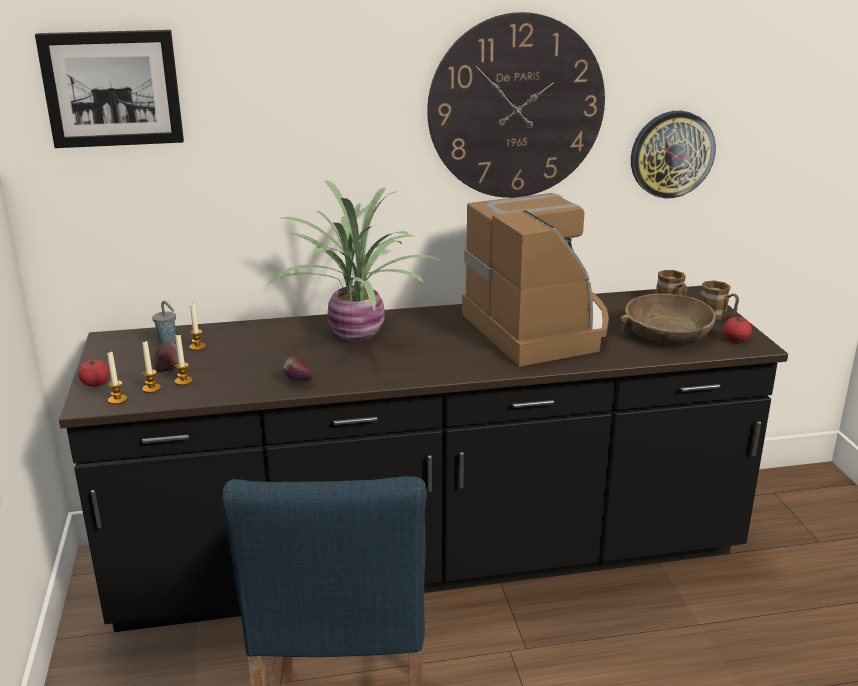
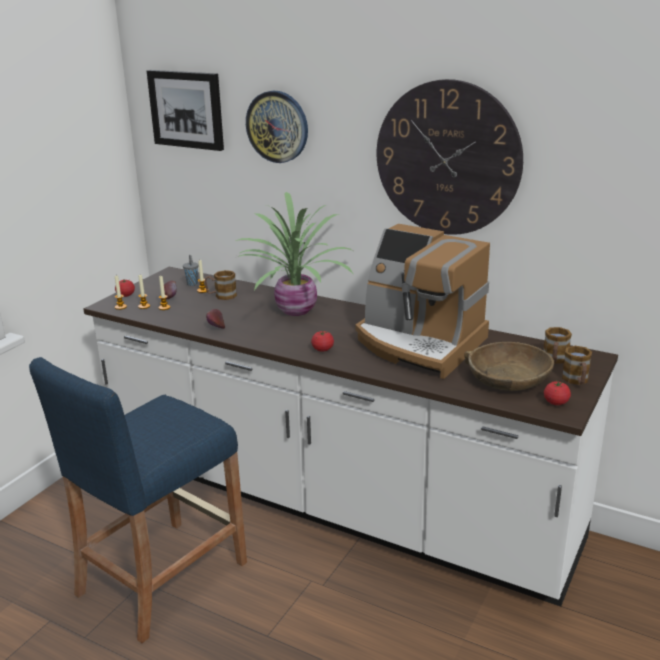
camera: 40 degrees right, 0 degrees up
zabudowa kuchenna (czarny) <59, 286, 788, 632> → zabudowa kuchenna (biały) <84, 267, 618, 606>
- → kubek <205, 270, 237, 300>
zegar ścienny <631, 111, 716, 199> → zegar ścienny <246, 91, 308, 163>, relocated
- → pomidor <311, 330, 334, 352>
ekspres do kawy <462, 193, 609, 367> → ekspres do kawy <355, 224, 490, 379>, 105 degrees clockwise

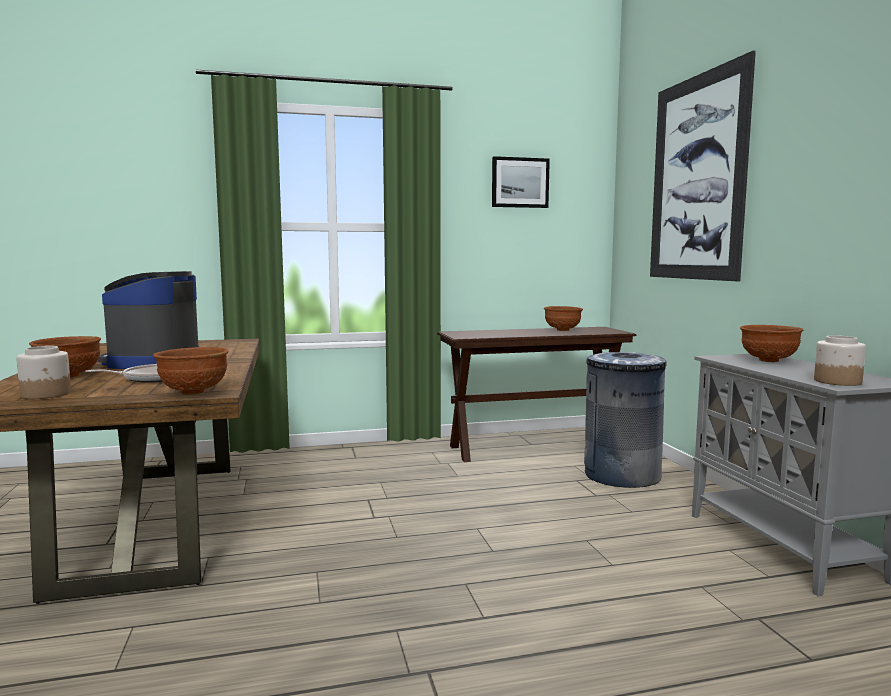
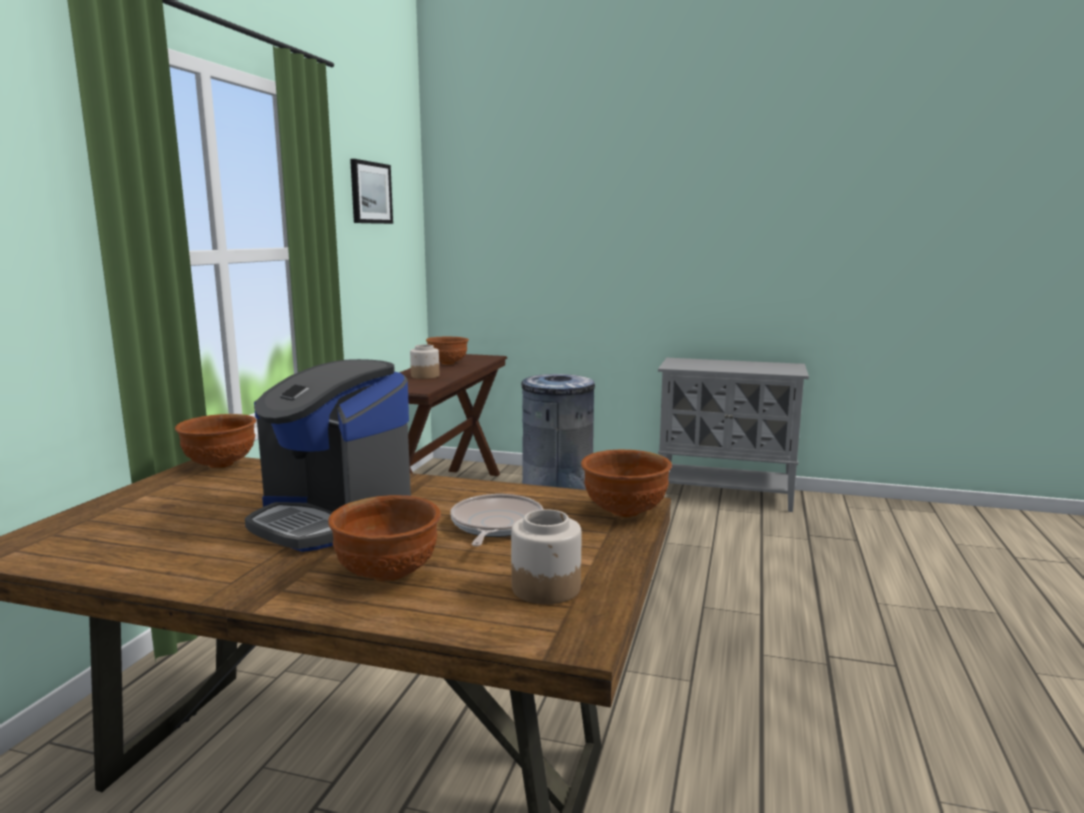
camera: 60 degrees left, 5 degrees up
miska (brązowy) <740, 325, 803, 362> → miska (brązowy) <175, 414, 256, 469>, relocated
słoik <814, 335, 866, 386> → słoik <410, 344, 439, 379>, relocated
obraz <650, 51, 756, 281> → -

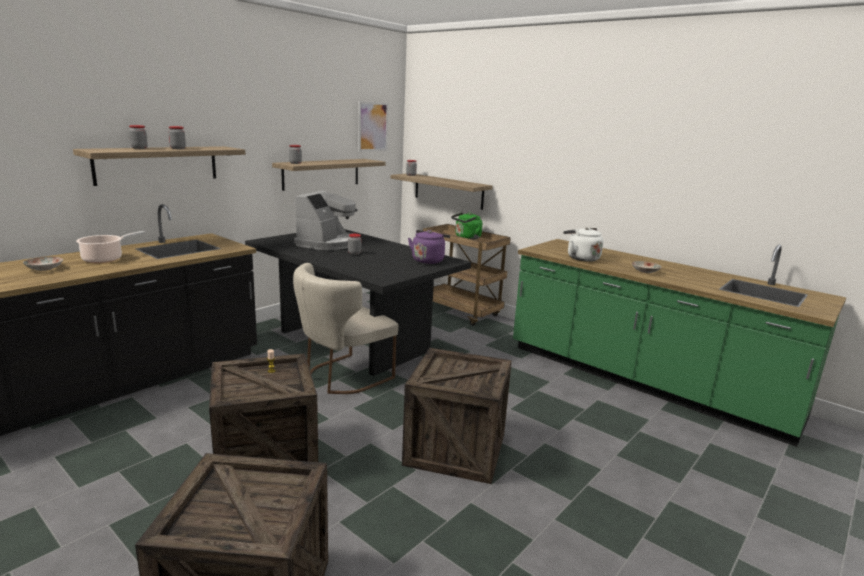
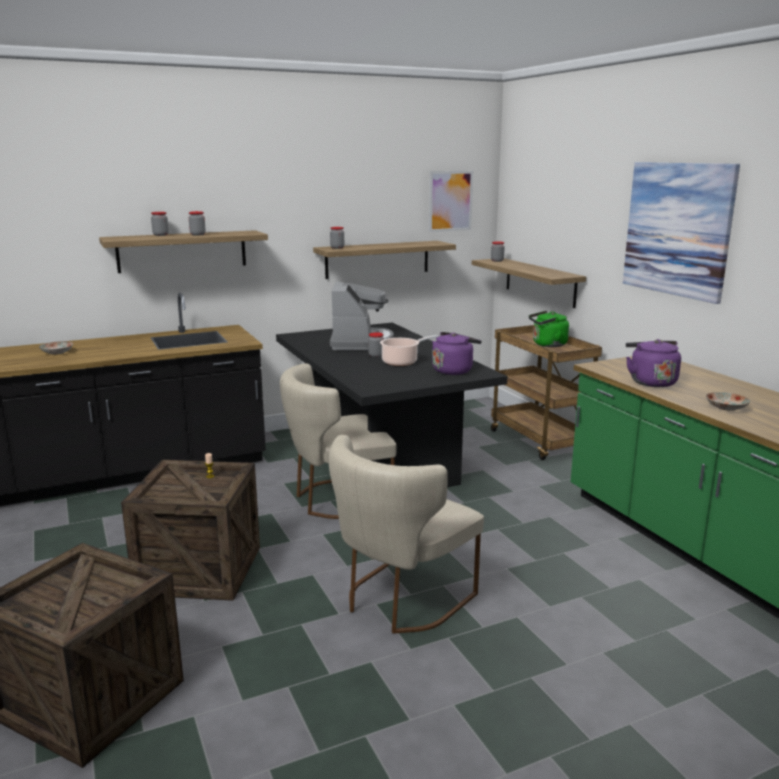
camera: 25 degrees right, 0 degrees up
skrzynka <402, 348, 512, 484> → krzesło (beżowy) <329, 435, 484, 634>
ekspres do kawy <294, 190, 358, 250> → ekspres do kawy <330, 281, 394, 350>, 45 degrees counterclockwise
garnek <76, 231, 145, 263> → garnek <380, 335, 438, 366>, relocated
- → obraz <623, 162, 740, 304>
czajnik (biały) <563, 227, 603, 262> → czajnik (fioletowy) <626, 339, 681, 387>

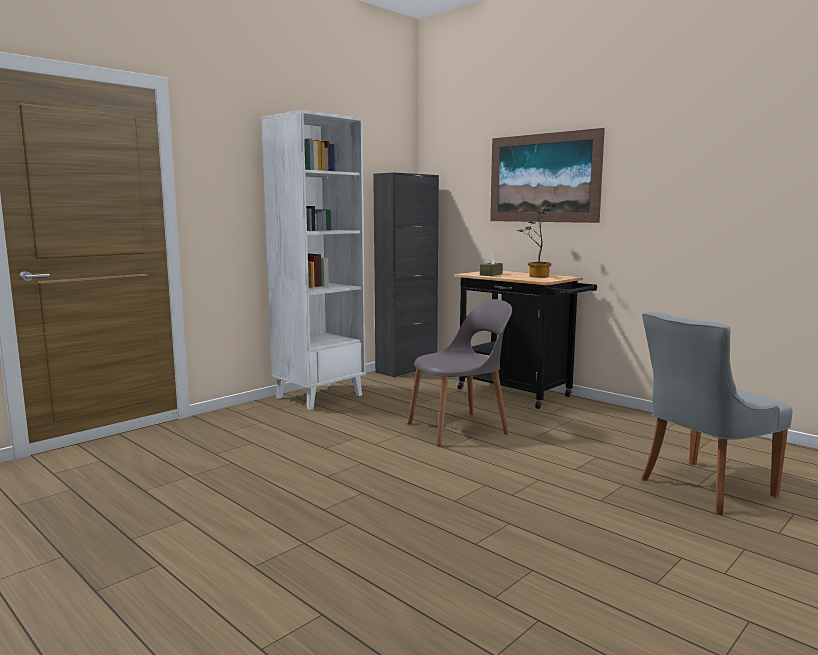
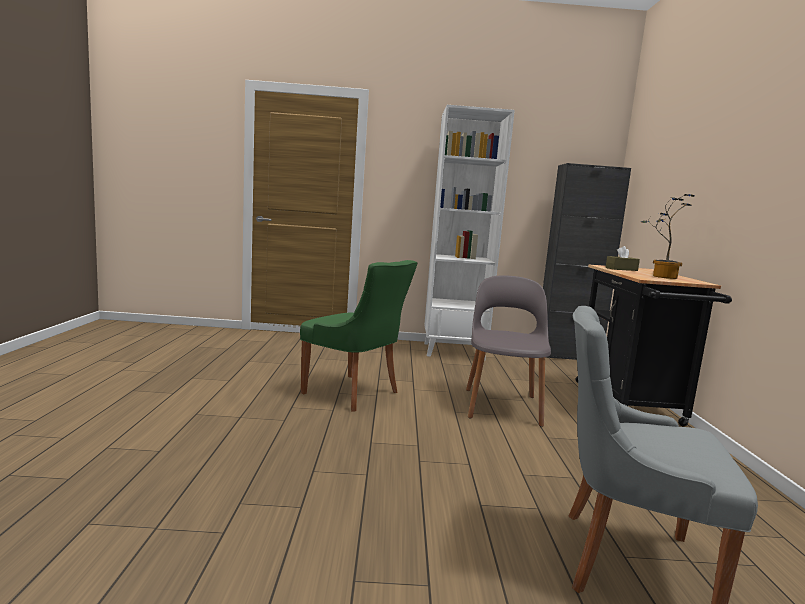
camera: 45 degrees right, 0 degrees up
- → krzesło (zielony) <300, 260, 417, 411>
krzesło (szary) <408, 299, 512, 446> → krzesło (szary) <466, 275, 551, 427>, 105 degrees counterclockwise
obraz <490, 128, 605, 223> → -

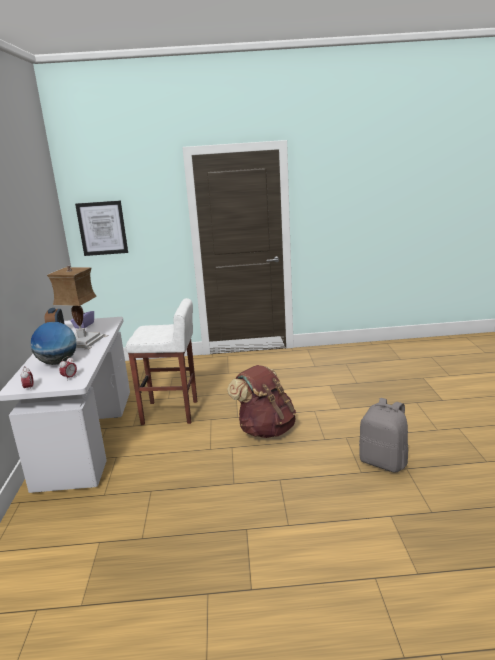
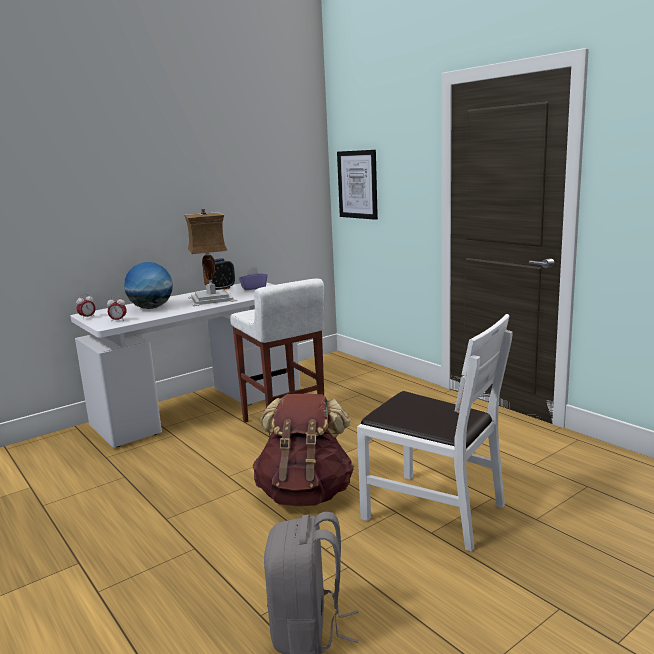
camera: 55 degrees right, 5 degrees down
- → krzesło (biały) <357, 314, 512, 552>

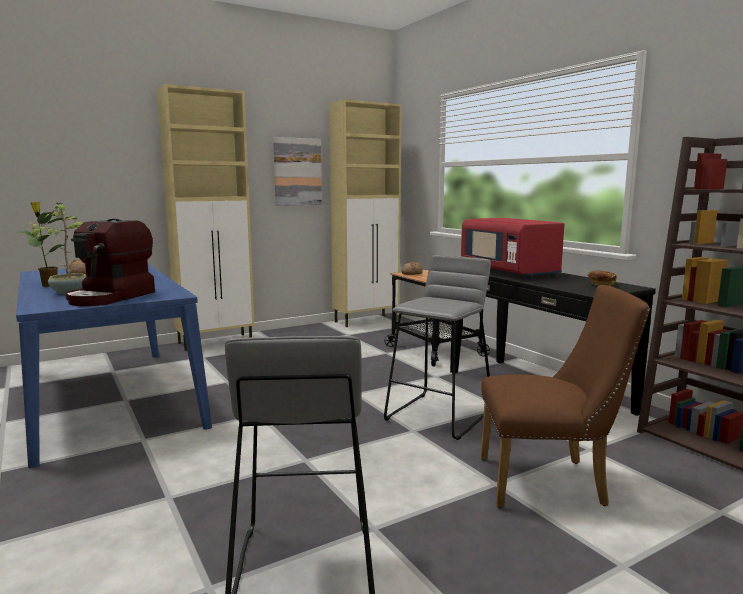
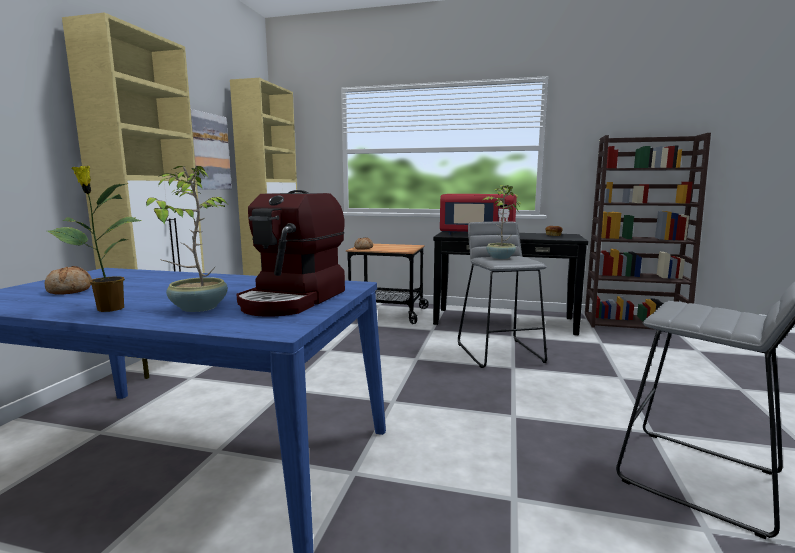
camera: 45 degrees left, 0 degrees up
ekspres do kawy <65, 219, 155, 306> → ekspres do kawy <236, 190, 345, 317>, 45 degrees clockwise
- → roślina doniczkowa <483, 185, 521, 259>
krzesło (brązowy) <481, 285, 650, 508> → -

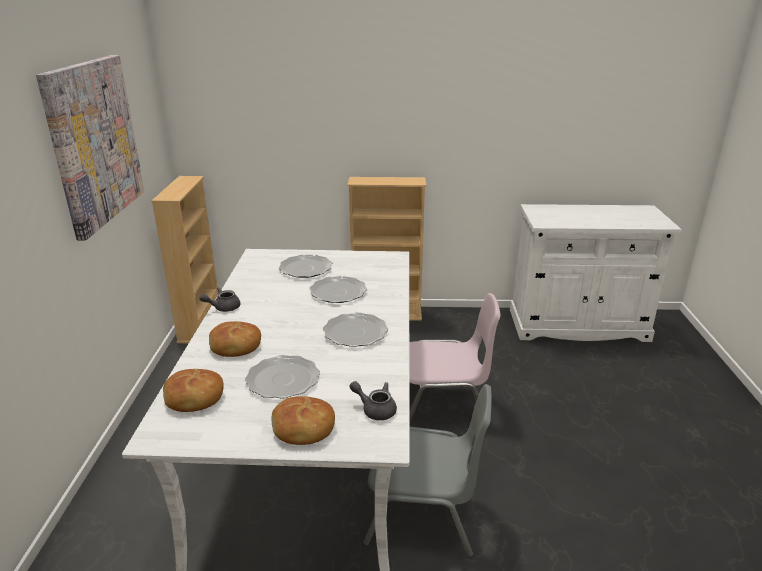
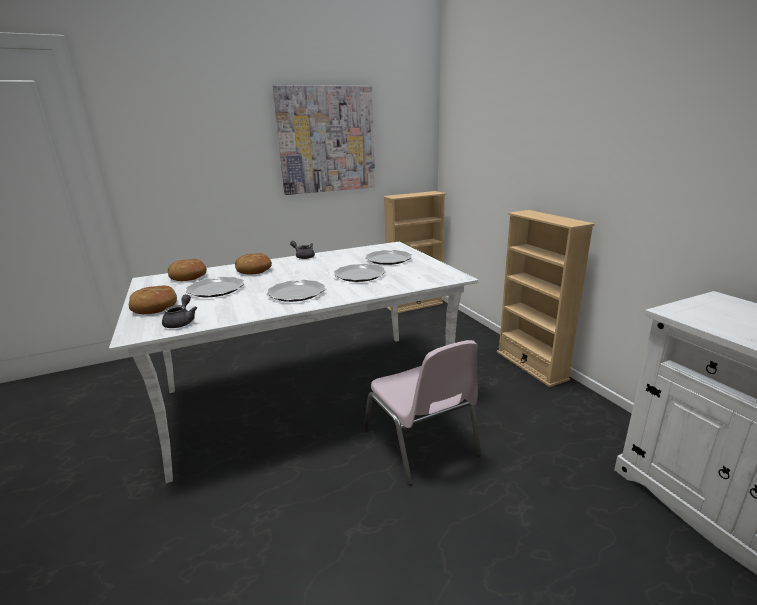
camera: 65 degrees right, 5 degrees down
krzesło (szary) <363, 384, 491, 557> → -

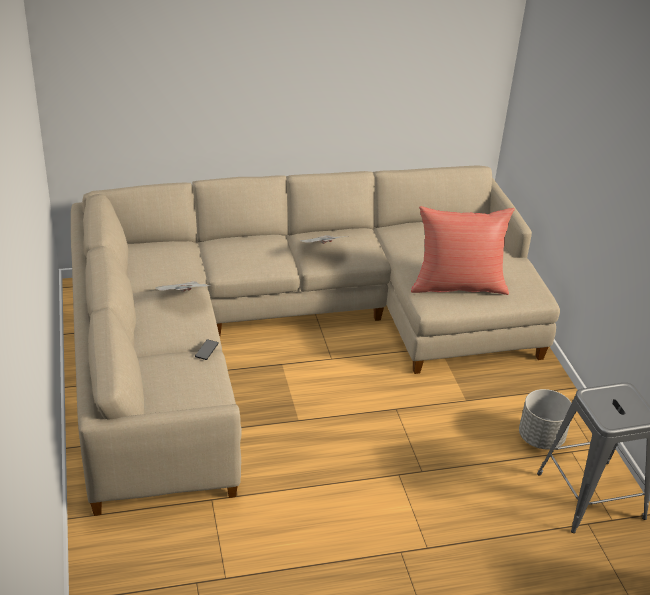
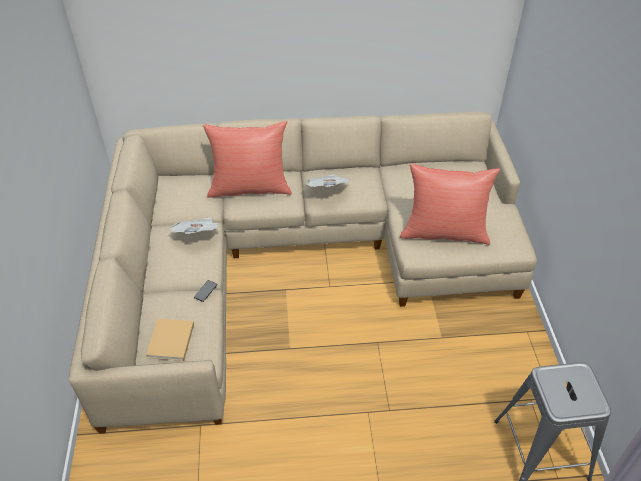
camera: 10 degrees right, 10 degrees up
- → książka (beżowy) <146, 318, 194, 361>
- → poduszka (czerwony) <203, 121, 292, 198>
donica (szary) <519, 389, 571, 449> → -

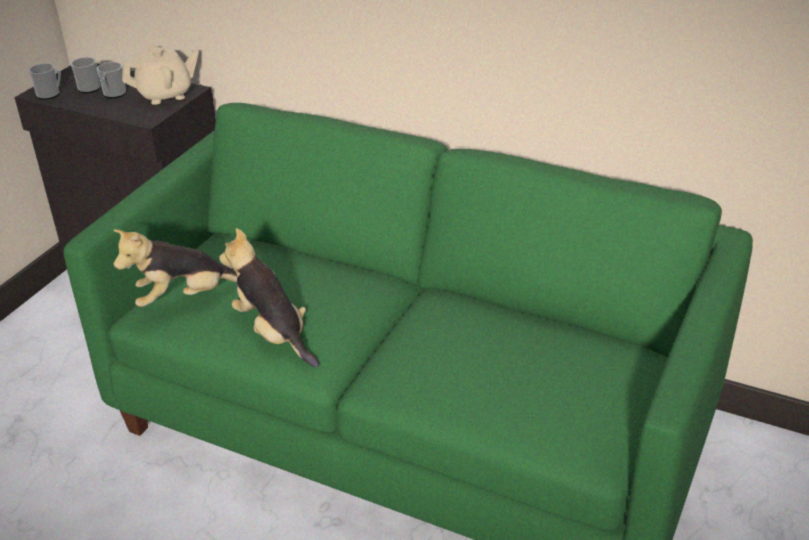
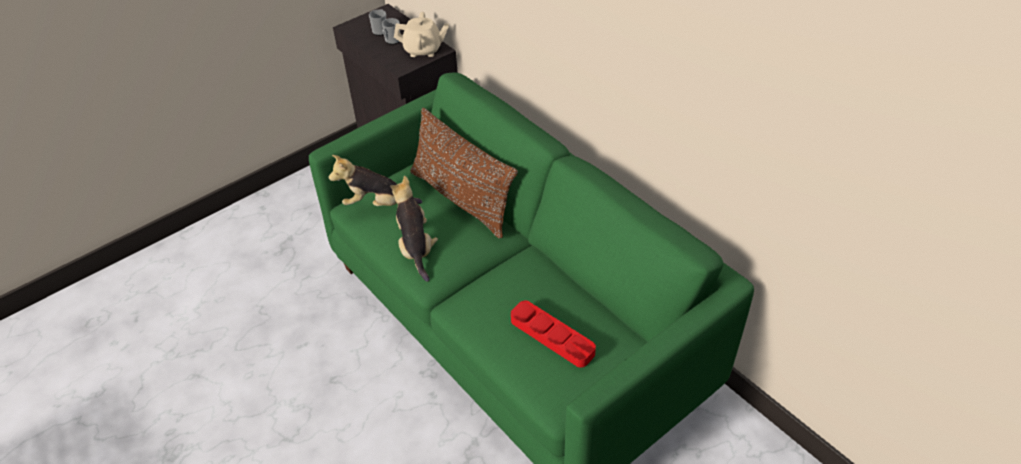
camera: 25 degrees right, 10 degrees up
- → poduszka (brązowy) <410, 108, 518, 238>
- → taca (czerwony) <511, 301, 596, 368>
kubek <29, 63, 61, 100> → -

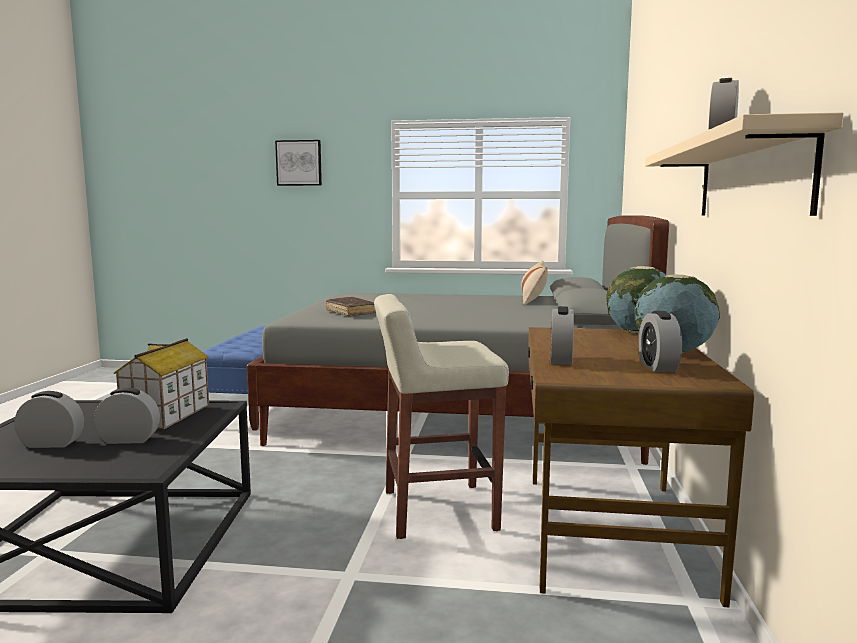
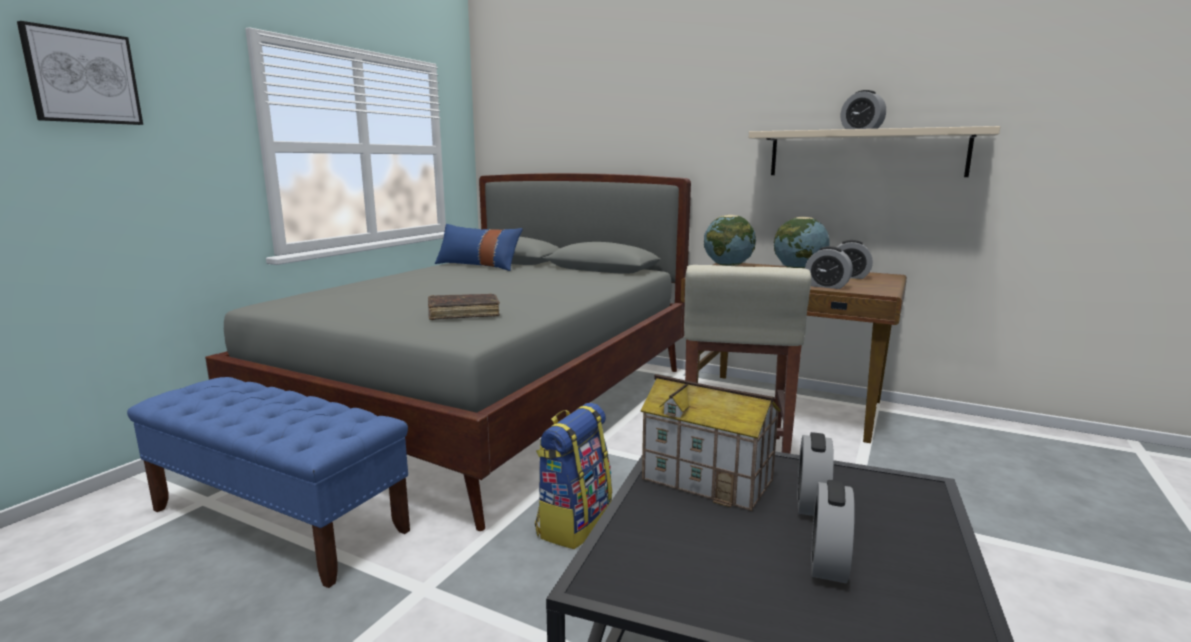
camera: 70 degrees left, 5 degrees up
poduszka (beżowy) <521, 261, 548, 305> → poduszka (niebieski) <435, 224, 523, 271>
- → plecak <535, 403, 612, 549>

